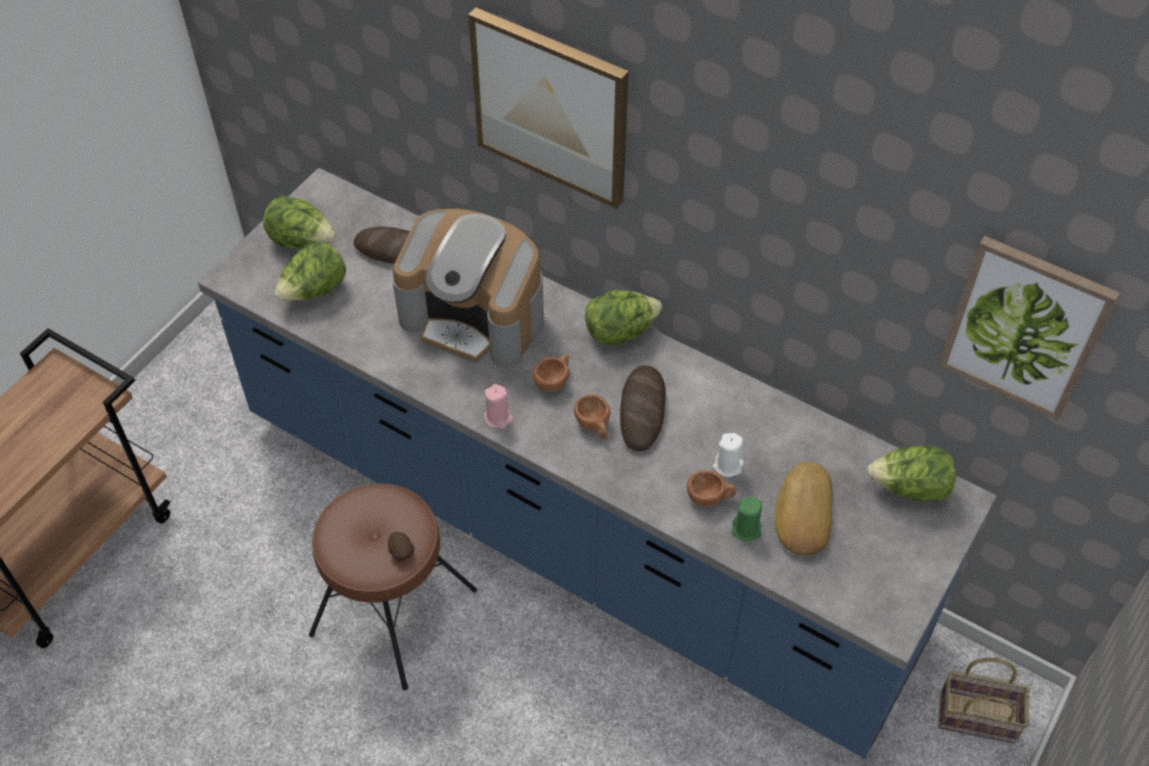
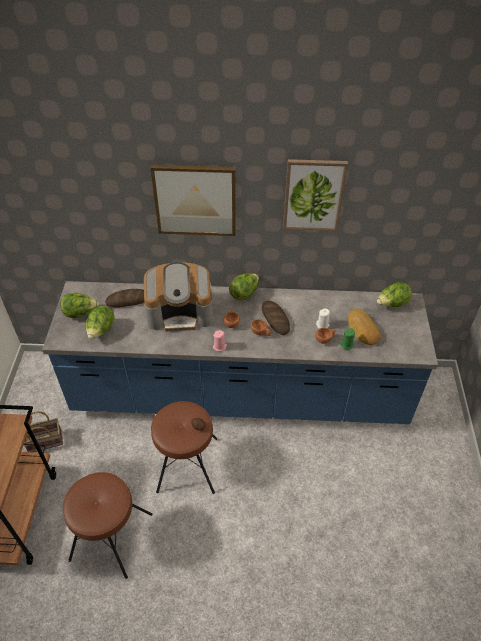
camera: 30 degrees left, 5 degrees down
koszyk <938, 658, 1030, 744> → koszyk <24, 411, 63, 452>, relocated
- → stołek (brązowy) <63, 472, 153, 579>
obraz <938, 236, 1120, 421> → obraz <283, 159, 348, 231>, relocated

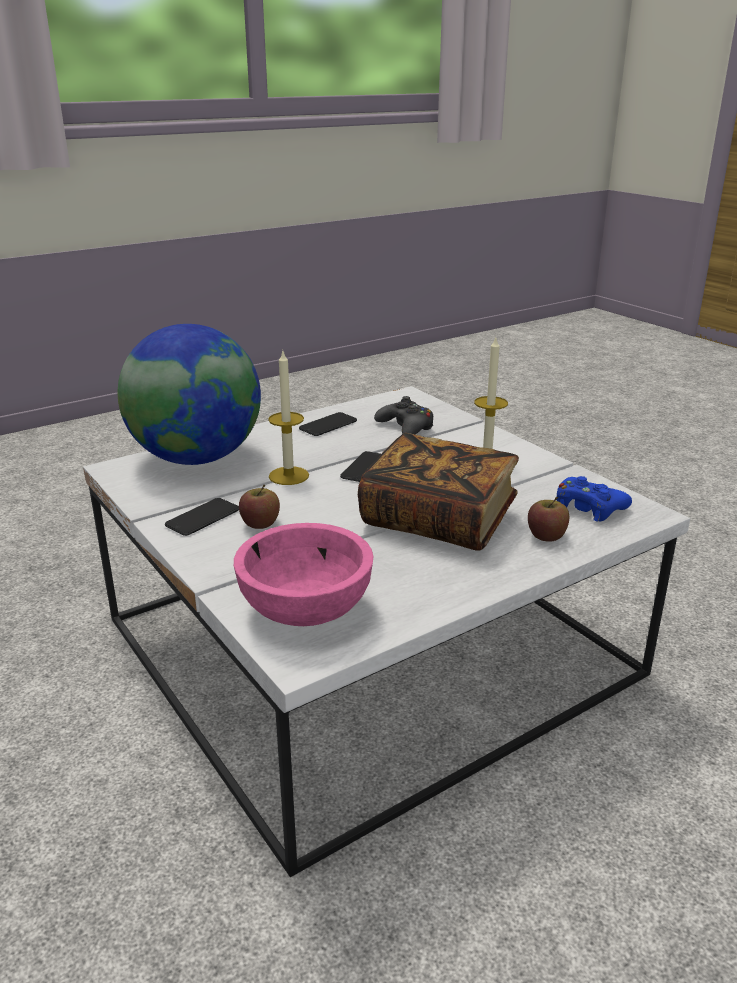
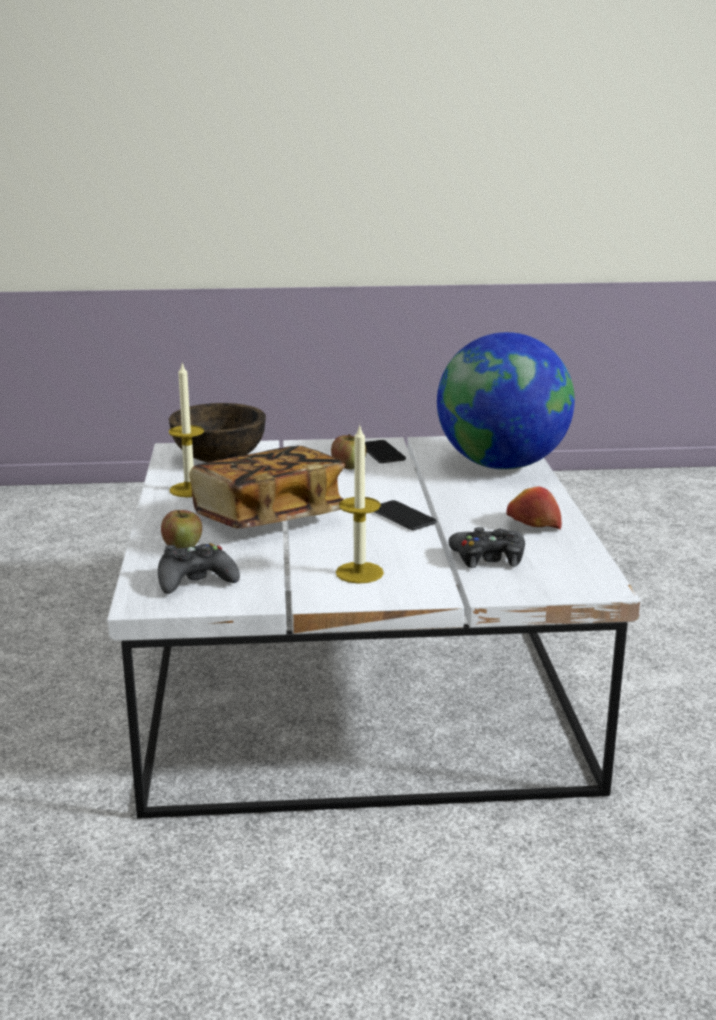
camera: 120 degrees right, 5 degrees down
pad do gier (niebieski) <556, 476, 632, 522> → pad do gier (czarny) <158, 543, 240, 594>
świeca <268, 349, 309, 485> → świeca <169, 361, 204, 497>, relocated
miska (różowy) <234, 523, 374, 626> → miska (brązowy) <169, 403, 266, 462>
telefon <299, 412, 357, 436> → jabłko <506, 487, 562, 529>

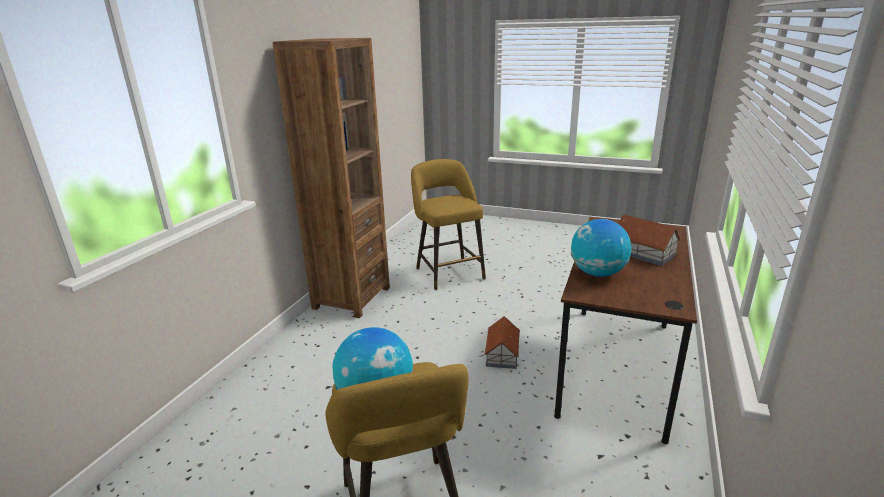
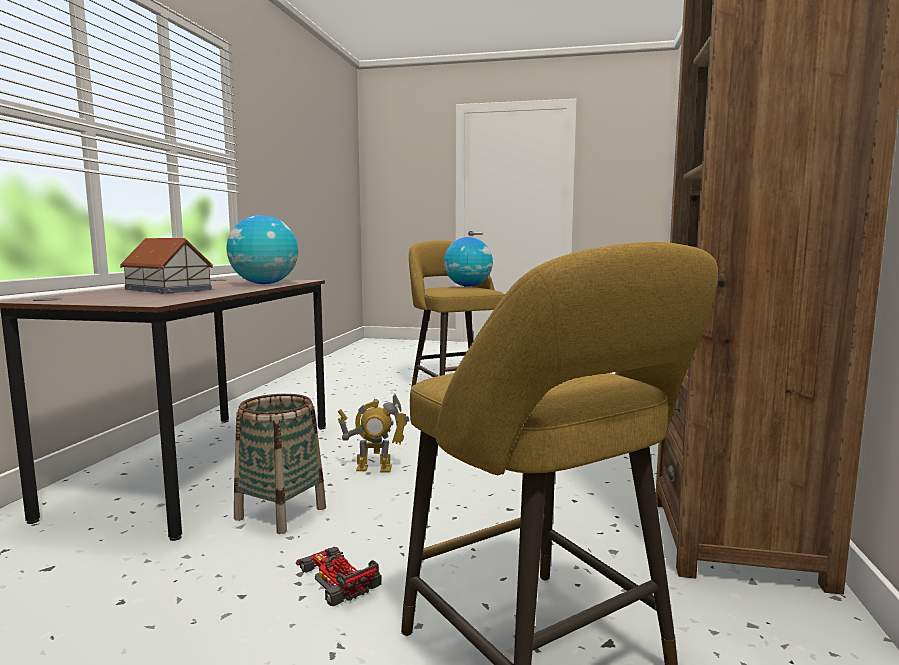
camera: 170 degrees right, 15 degrees down
- → koszyk <234, 394, 326, 534>
- → samochodzik <296, 547, 382, 606>
domek <484, 316, 520, 369> → robot zabawkowy <337, 394, 410, 473>

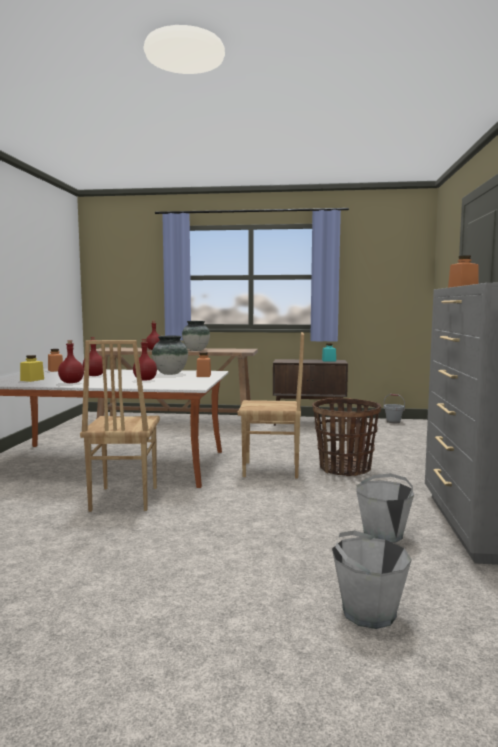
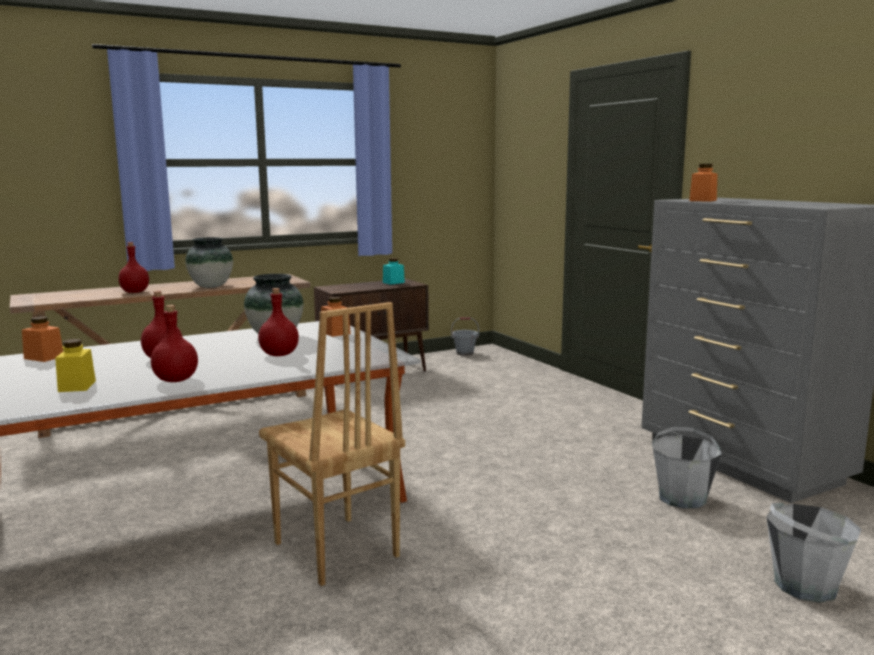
camera: 35 degrees left, 5 degrees up
krzesło (brązowy) <238, 332, 304, 479> → -
koszyk <312, 398, 381, 476> → -

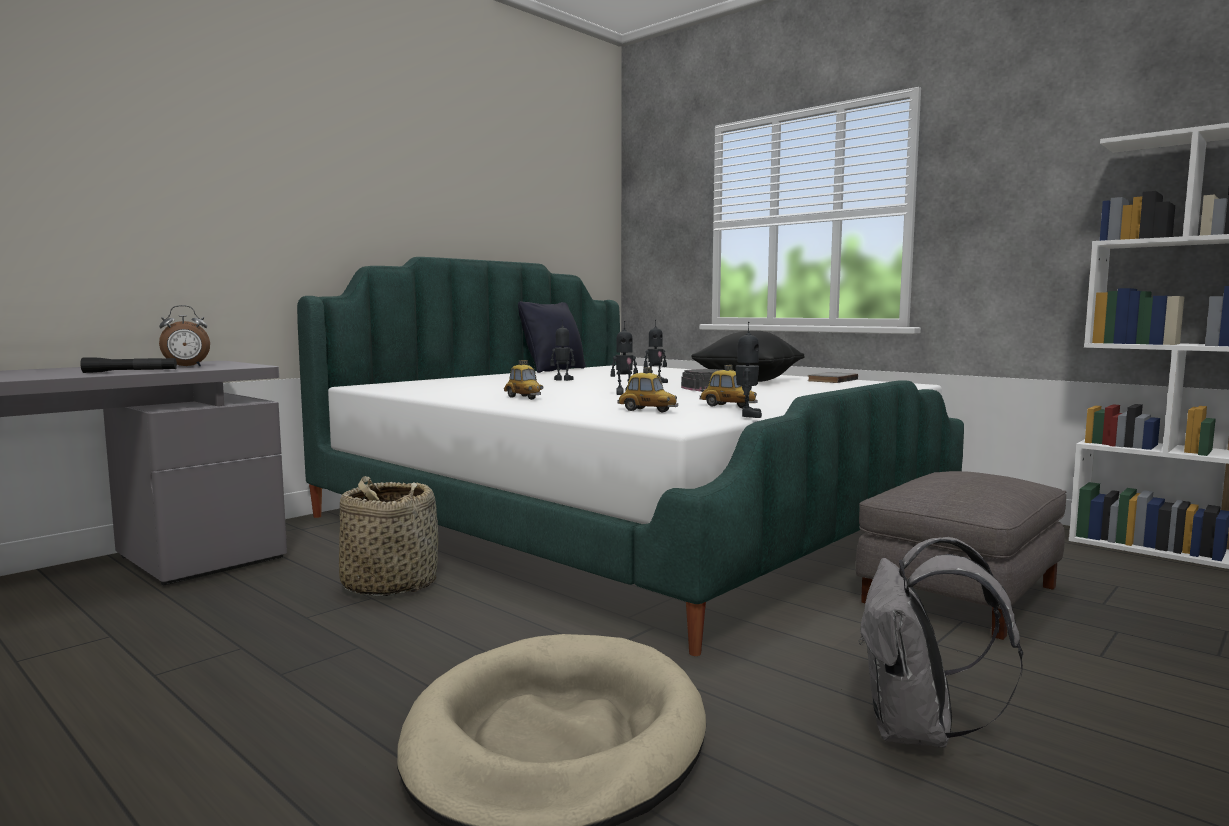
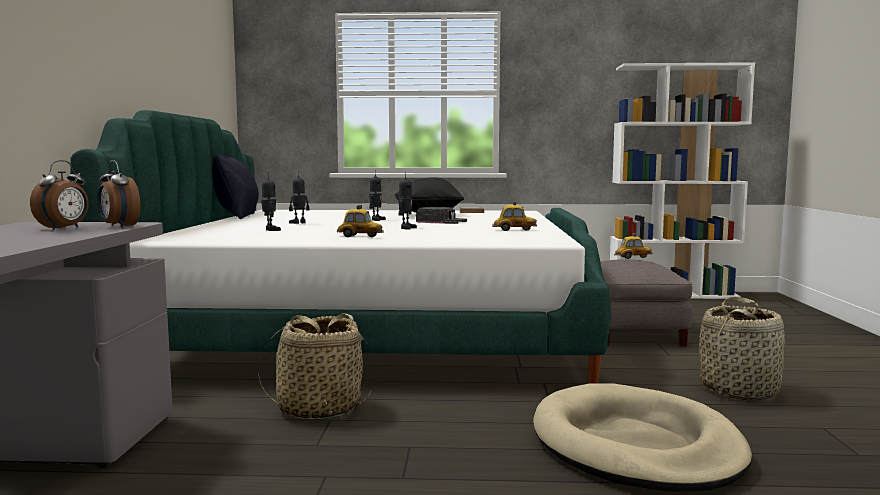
camera: 40 degrees left, 0 degrees up
- → budzik <97, 160, 141, 228>
robot zabawkowy <736, 322, 762, 418> → robot zabawkowy <261, 172, 281, 231>, relocated
samochodzik <617, 367, 678, 412> → samochodzik <615, 233, 652, 259>, relocated
plecak (szary) <858, 537, 1023, 748> → koszyk <699, 297, 785, 401>
latarka (czarny) <81, 358, 177, 373> → -

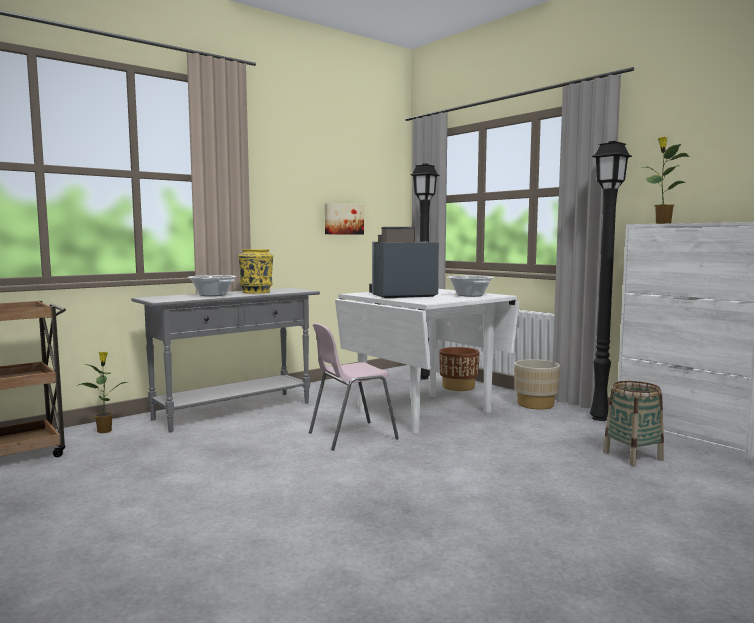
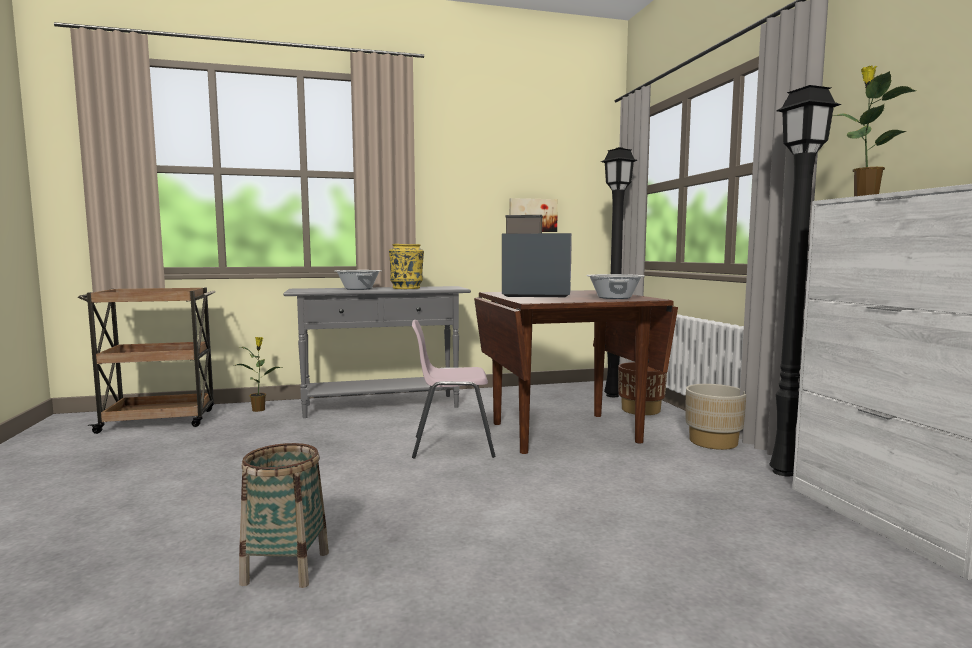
camera: 25 degrees right, 0 degrees up
koszyk <603, 381, 664, 466> → koszyk <239, 443, 329, 588>, relocated
stół jadalny (biały) <335, 289, 520, 433> → stół jadalny (brązowy) <474, 290, 678, 454>

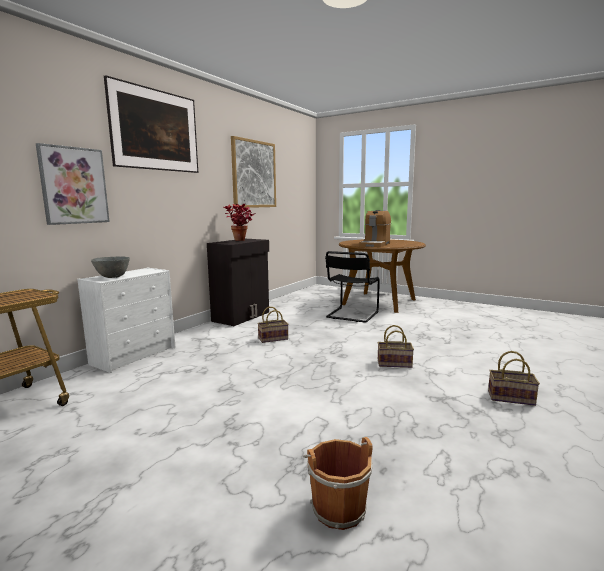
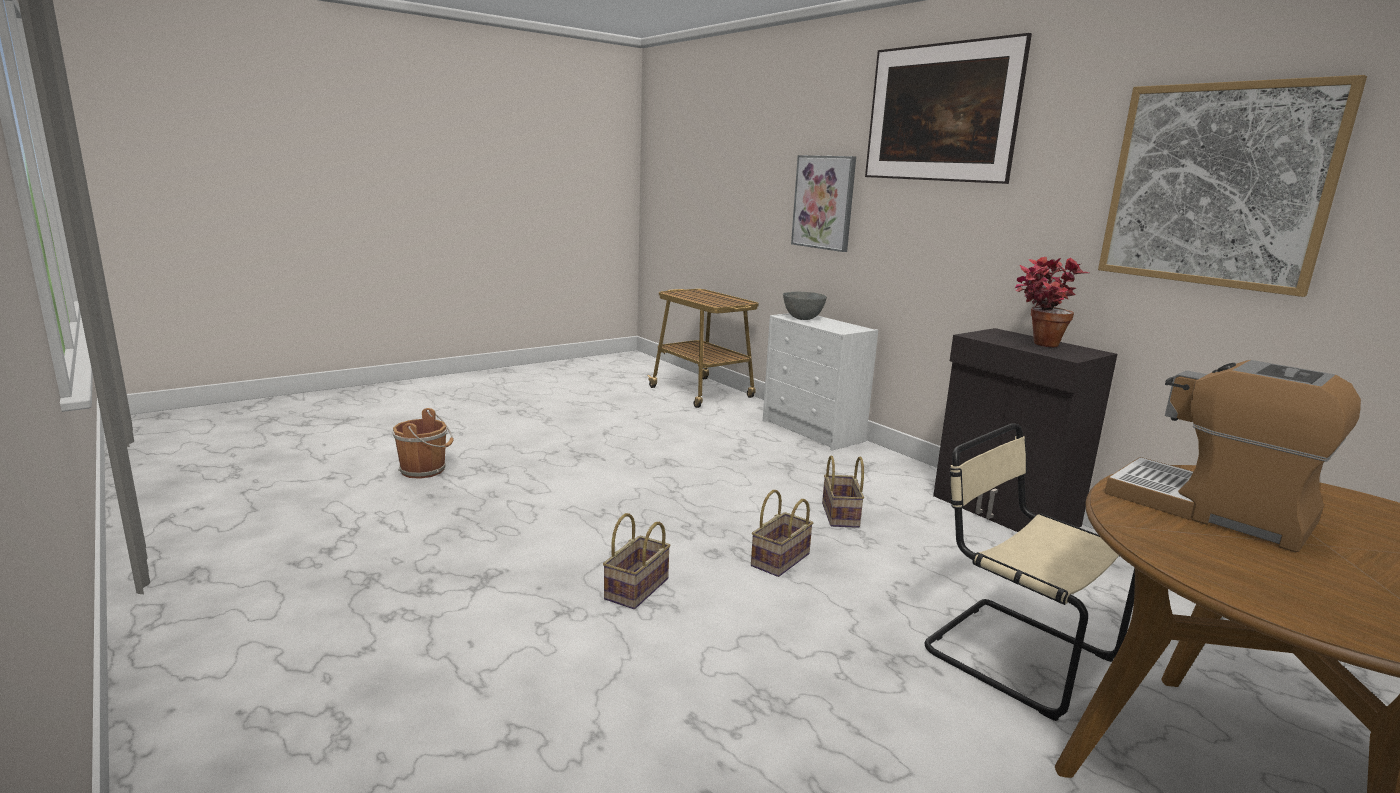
camera: 110 degrees right, 5 degrees up
koszyk <488, 351, 540, 406> → koszyk <751, 490, 813, 577>, relocated
krzesło (czarny) <325, 251, 380, 323> → krzesło (beżowy) <924, 423, 1135, 721>

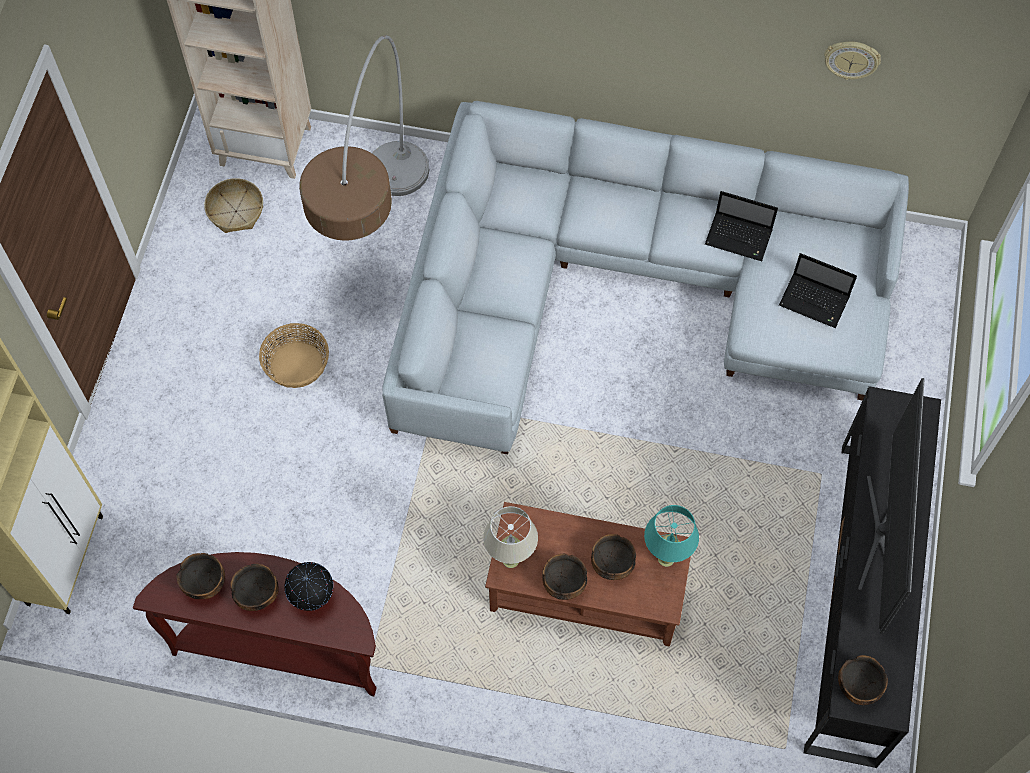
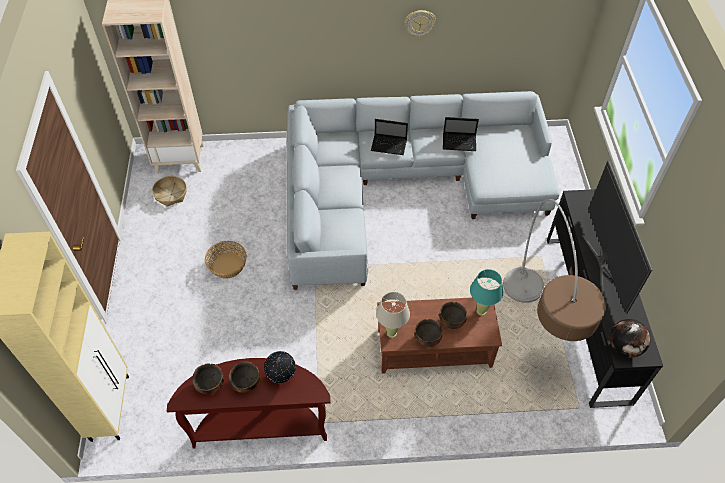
camera: 15 degrees left, 10 degrees down
laptop <779, 253, 857, 328> → laptop <371, 119, 408, 155>, relocated
zegar ścienny <824, 42, 881, 80> → zegar ścienny <405, 10, 436, 37>, relocated
lampa stojąca <299, 35, 429, 241> → lampa stojąca <503, 199, 606, 341>, relocated
miska <838, 655, 888, 705> → globus <610, 319, 651, 358>

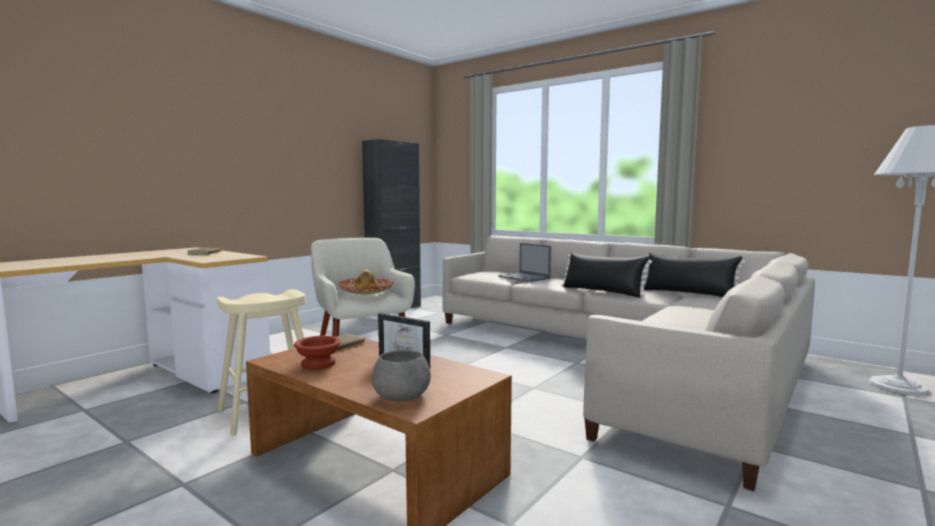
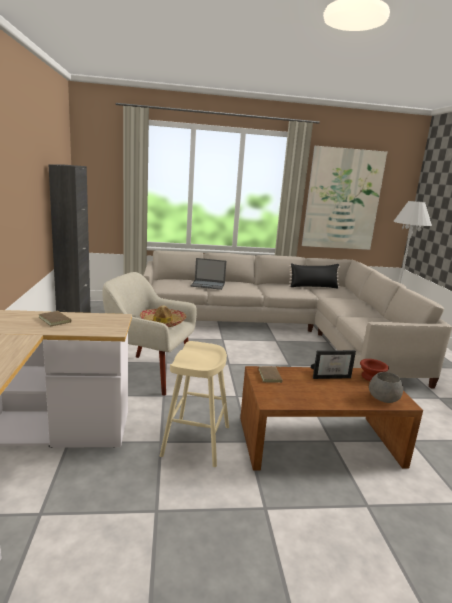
camera: 45 degrees left, 10 degrees up
- → obraz <302, 146, 387, 250>
miska (brązowy) <294, 336, 341, 370> → miska (brązowy) <360, 359, 389, 381>, relocated
poduszka (czarny) <561, 252, 652, 298> → -

